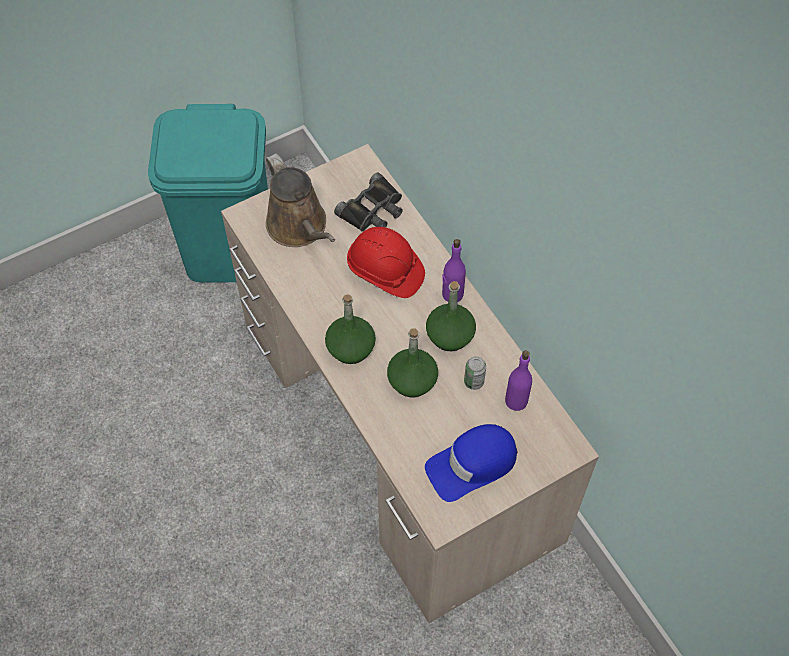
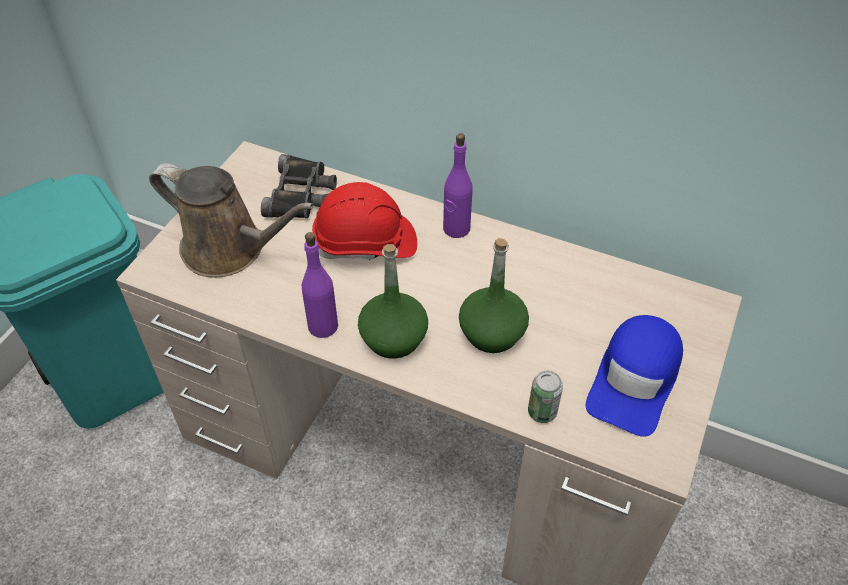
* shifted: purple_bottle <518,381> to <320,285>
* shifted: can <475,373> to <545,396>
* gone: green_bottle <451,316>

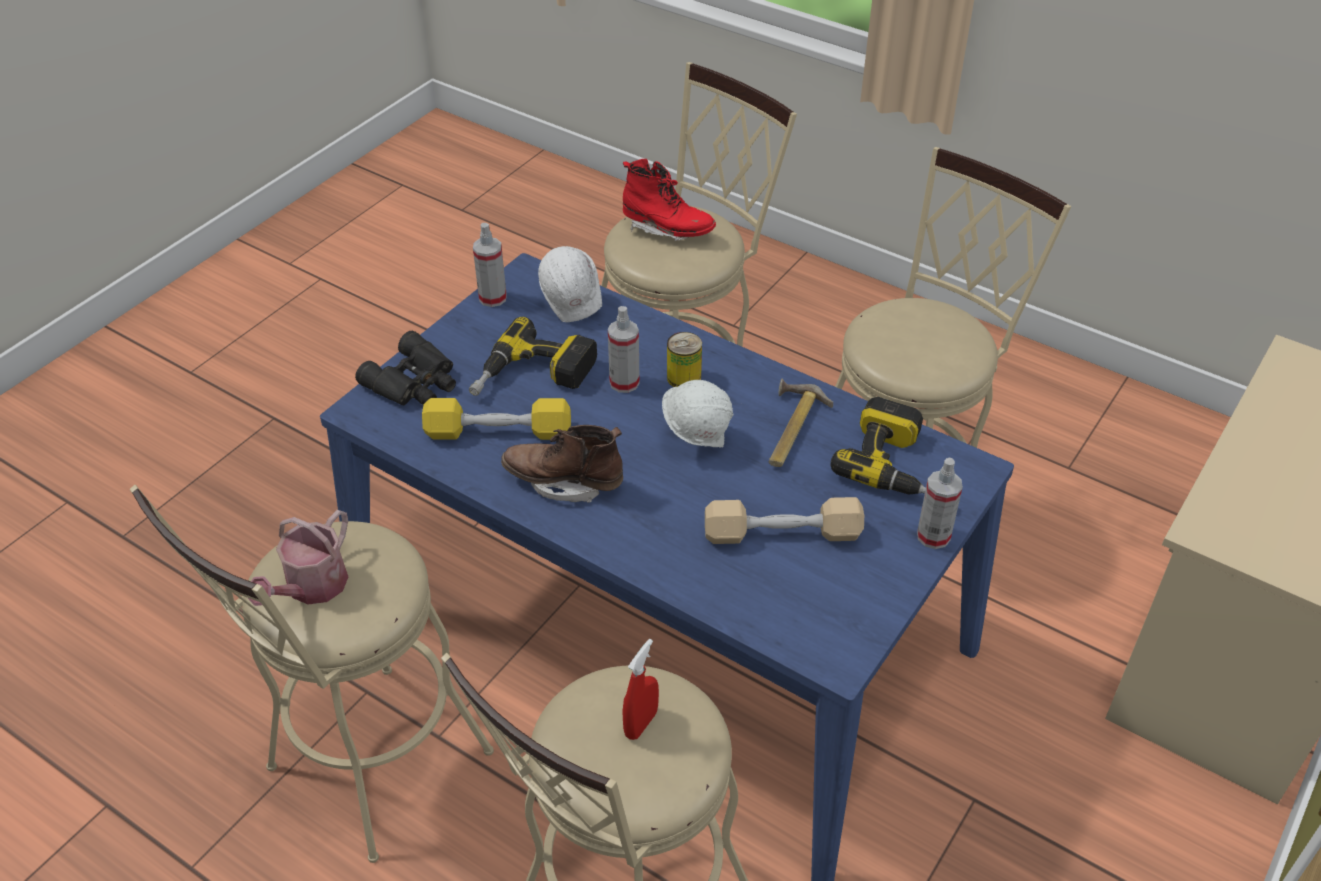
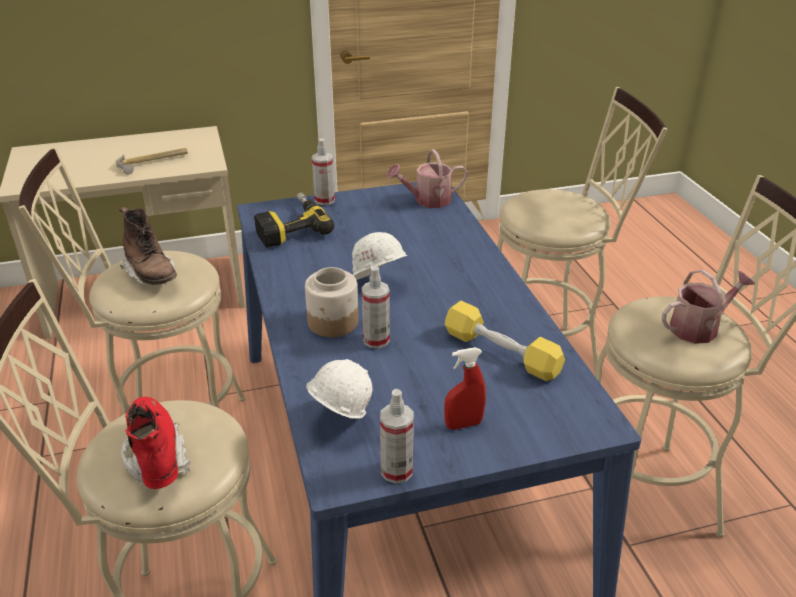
* shifted: hammer <800,423> to <152,161>
* shifted: brown_boot <562,463> to <148,246>
* swapped: can <684,359> to jar <331,302>
* new: watering_can <427,178>
* shifted: red_spray_bottle <640,689> to <465,388>
* gone: black_binoculars <405,368>
* gone: power_drill <533,356>
* gone: beige_dumbbell <784,520>

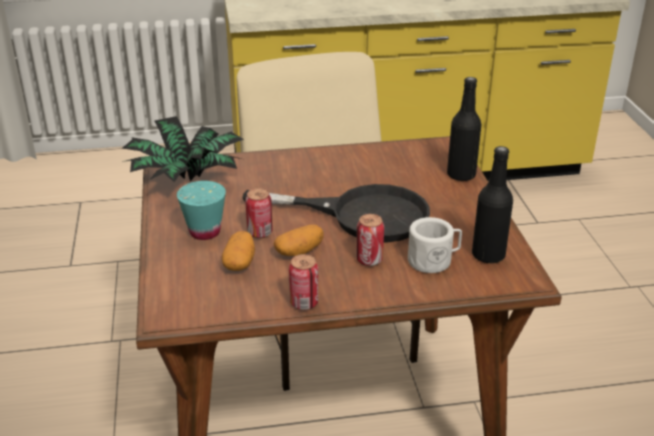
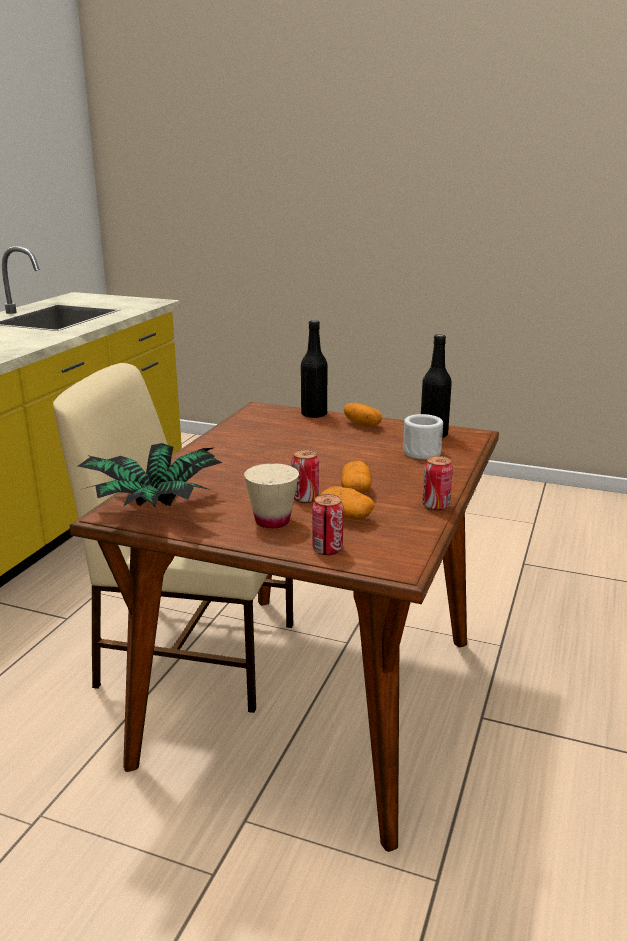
* repainted: turquoise_cup <201,210> to beige_cup <271,495>
* shifted: can <370,240> to <328,525>
* new: potato <363,415>
* gone: black_frying_pan <336,213>

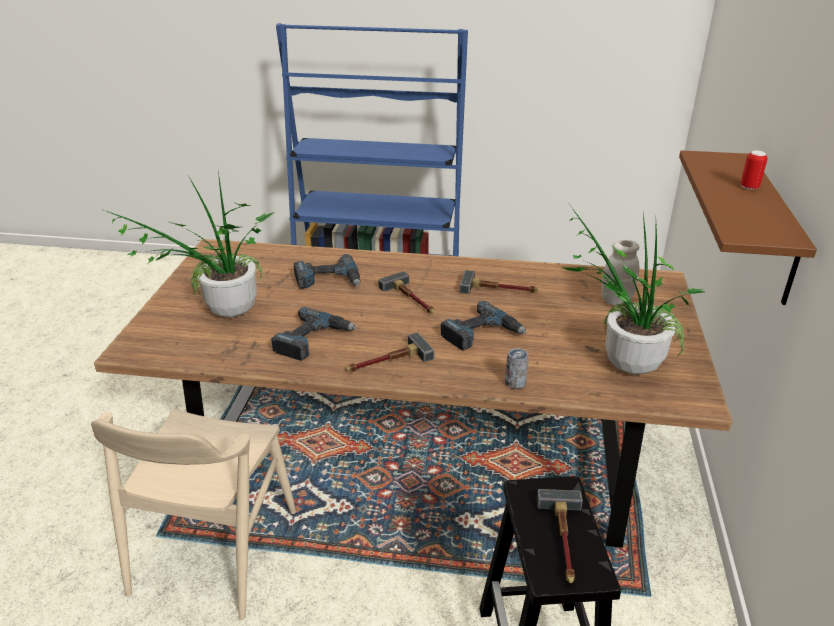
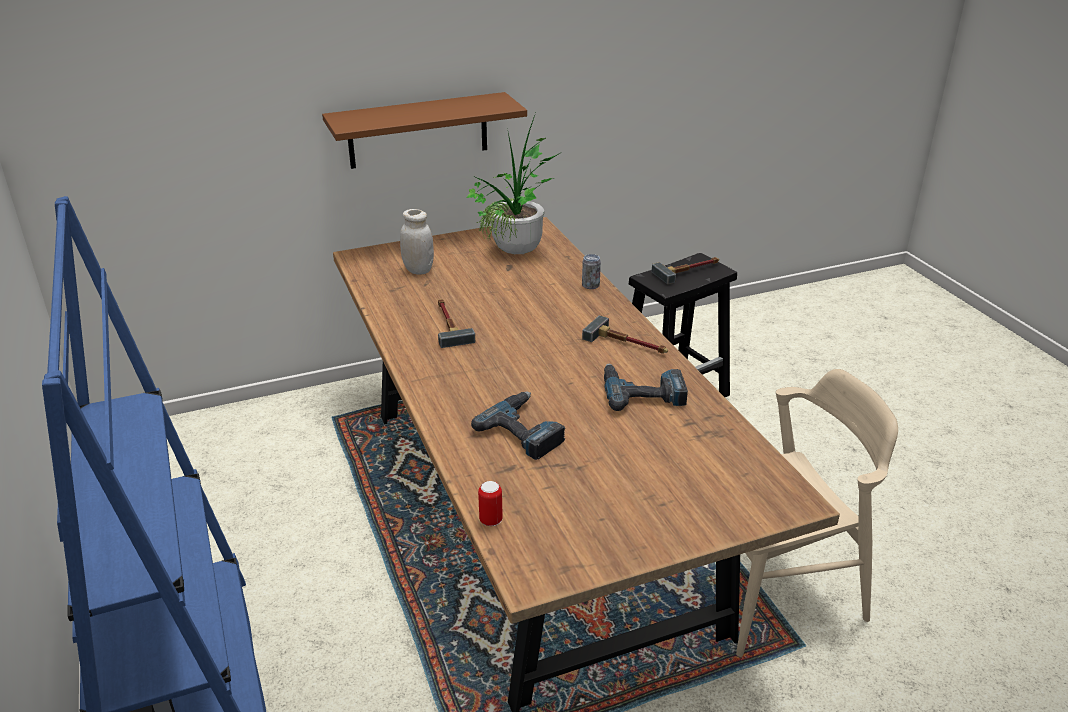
* shifted: can <754,170> to <490,503>
* gone: potted_plant <188,245>
* gone: hammer <406,292>
* gone: power_drill <483,325>

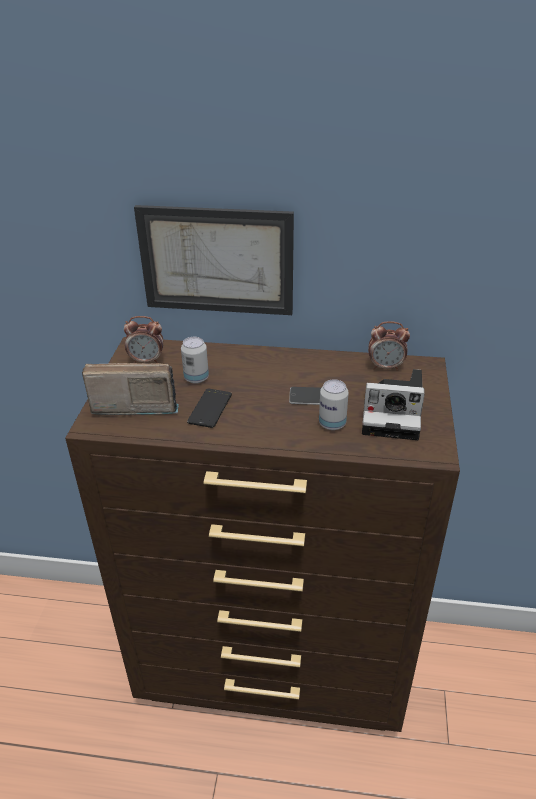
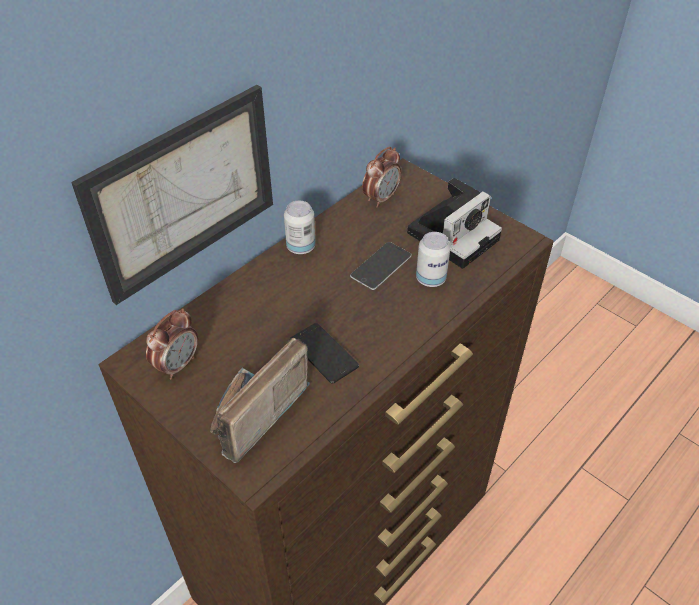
* shifted: can <195,360> to <300,227>

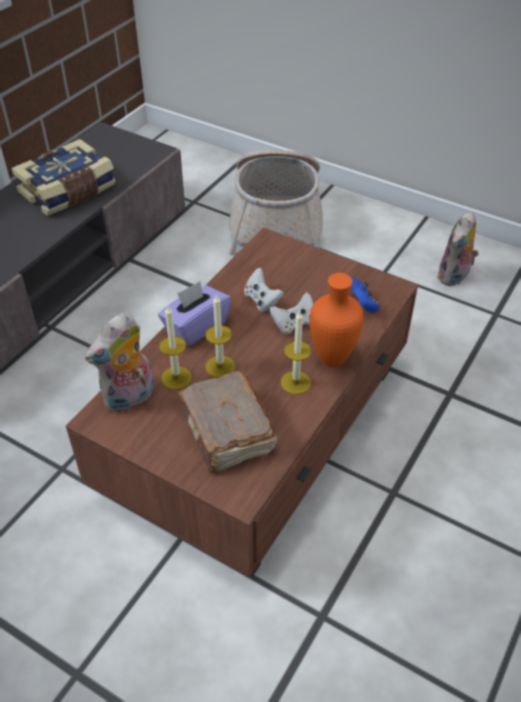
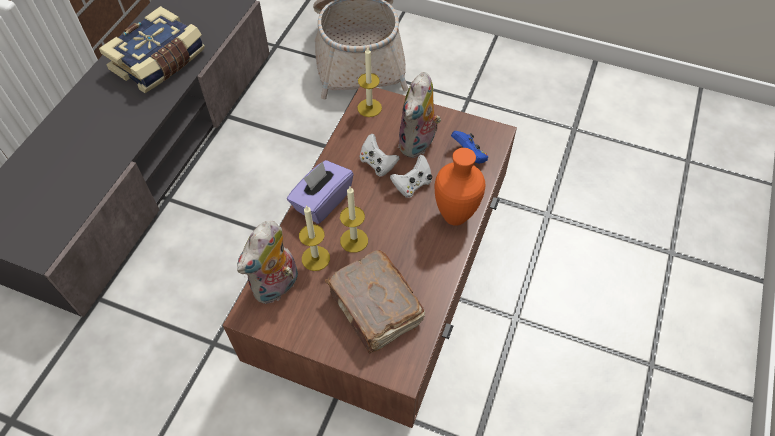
* shifted: candle <296,352> to <369,82>
* shifted: plush_toy <458,248> to <419,115>

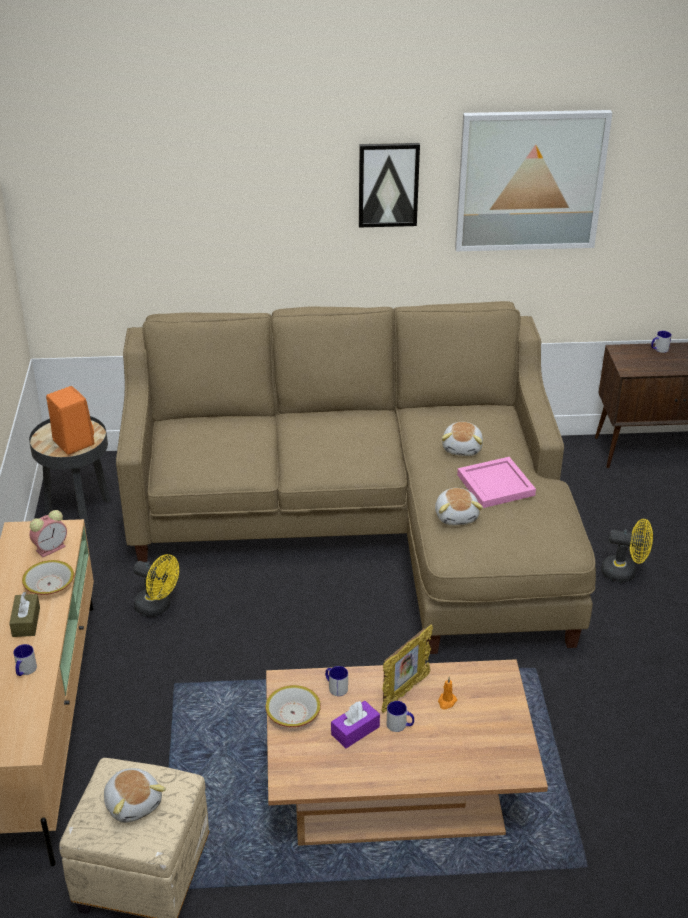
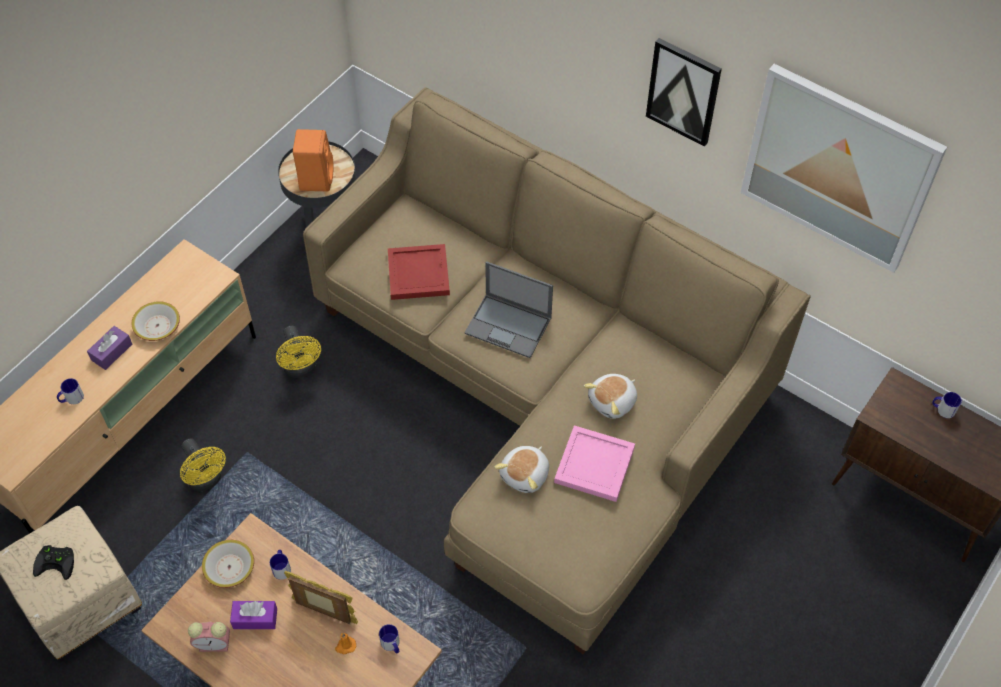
* swapped: plush_toy <135,795> to black_game_controller <53,562>
* repainted: brown_tissue_box <24,614> to purple_tissue_box <109,348>
* shifted: yellow_fan <627,550> to <203,464>
* shifted: alarm_clock <48,534> to <209,636>
* rotated: picture_frame <407,669> = <321,597> 150 degrees counterclockwise
* shifted: mug <400,716> to <389,639>
* new: red_tray <419,272>
* new: laptop <508,309>

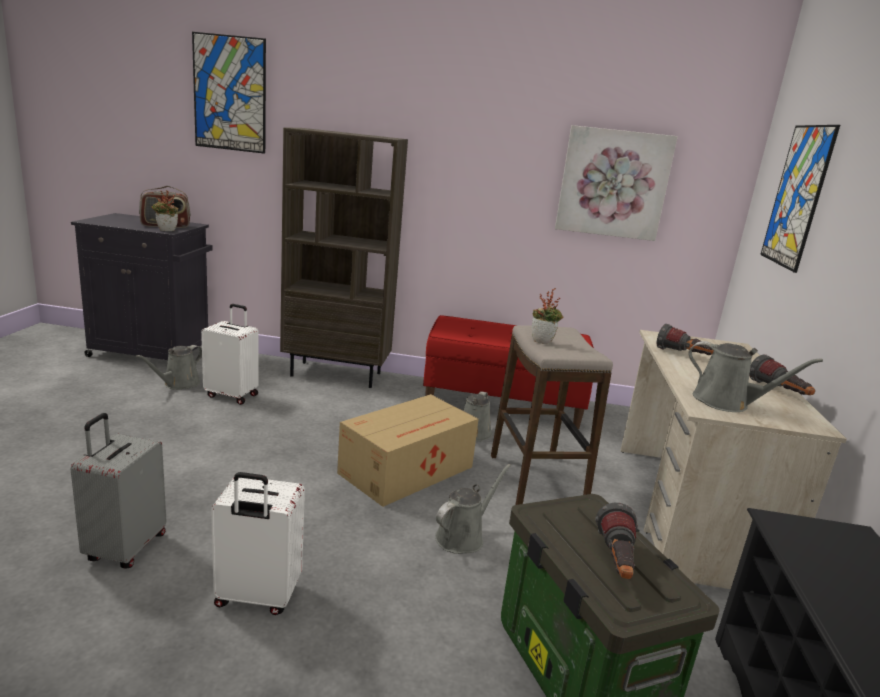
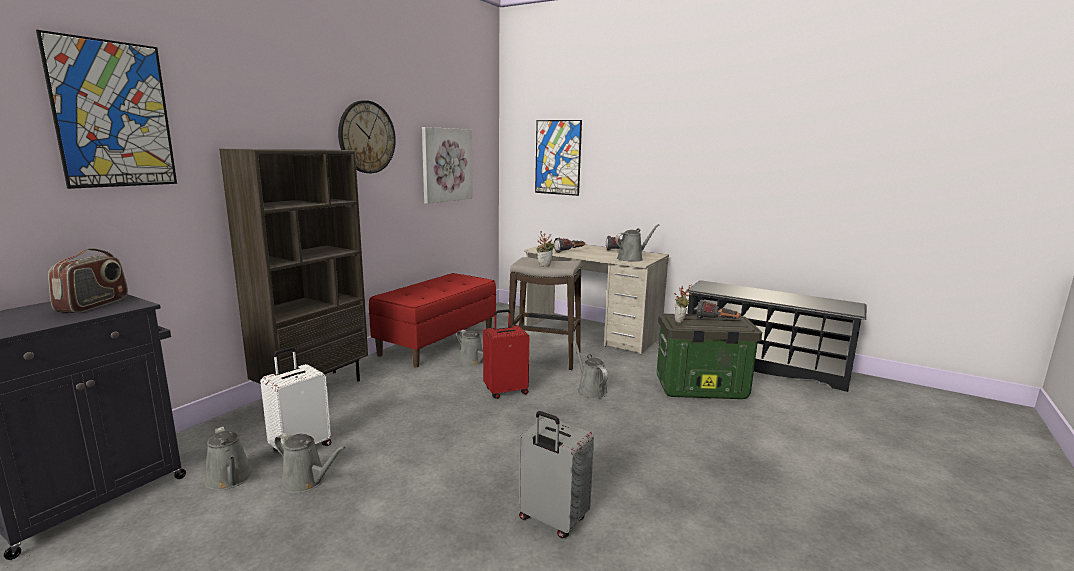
* new: grey_watering_can <310,463>
* new: wall_clock <367,136>
* swapped: cardboard_box <408,450> to red_suitcase <506,354>
* shifted: potted_plant <165,210> to <684,304>
* gone: white_suitcase <258,543>

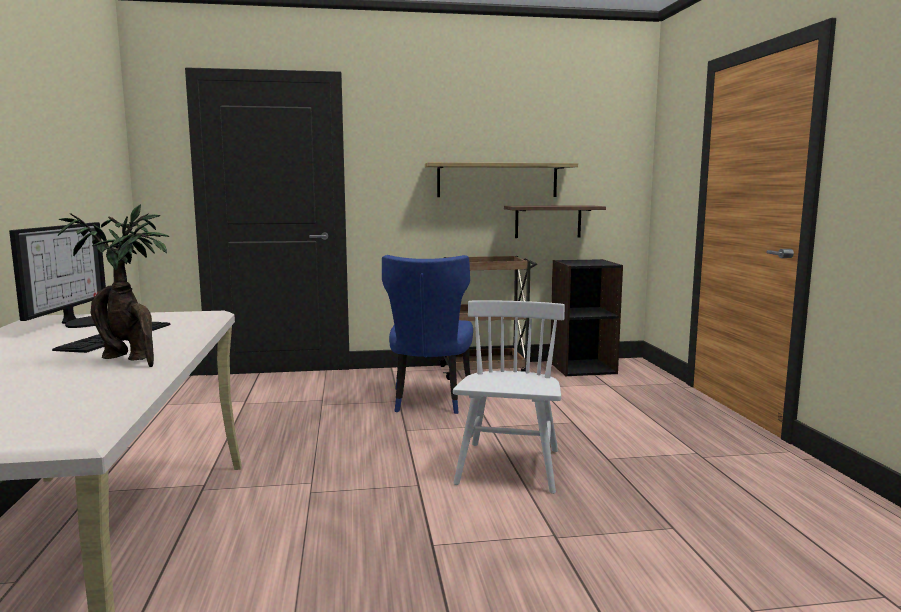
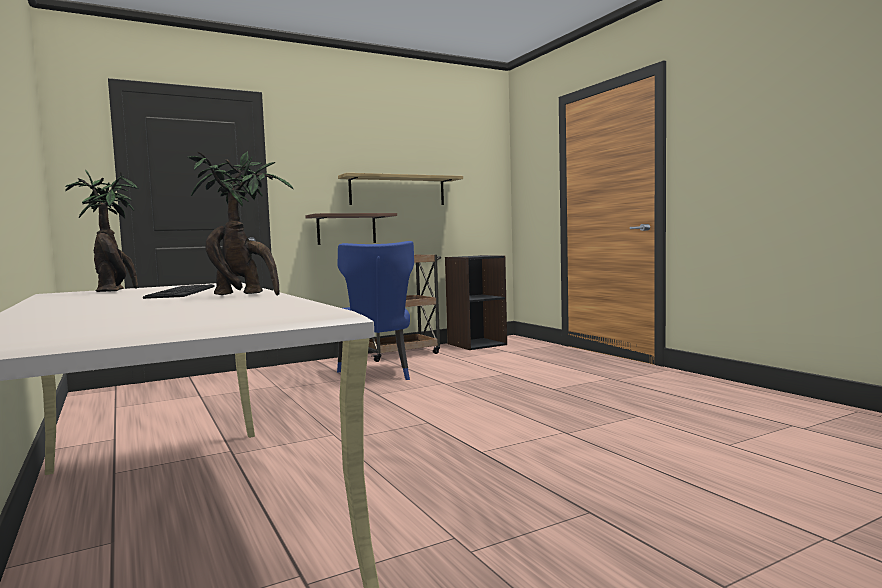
* swapped: monitor <57,275> to potted_plant <102,231>
* shifted: shelf <555,221> to <351,229>
* gone: white_chair <509,397>

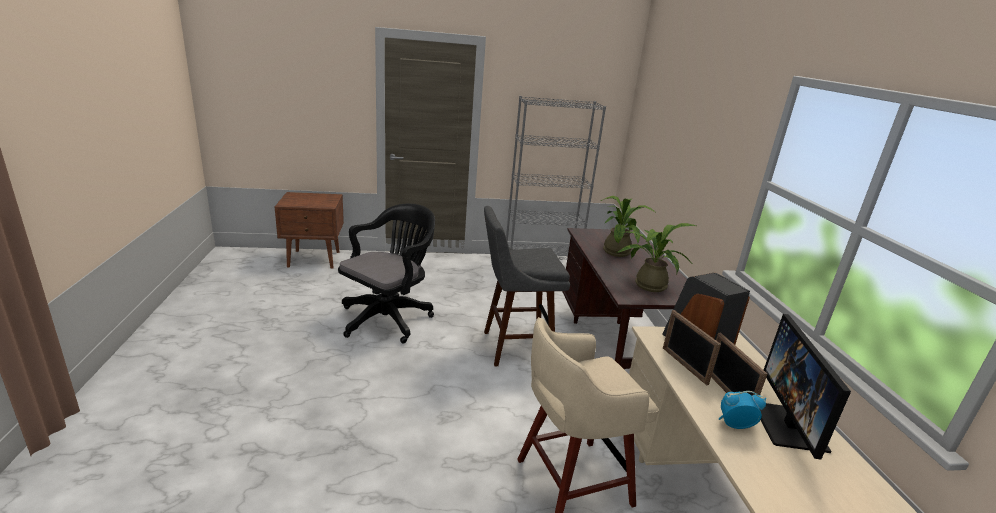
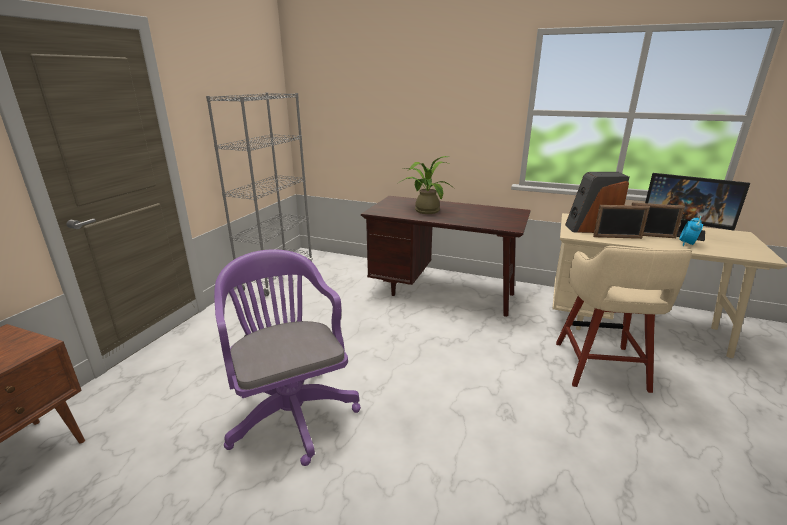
* repainted: black_office_chair <386,274> to purple_office_chair <287,357>
* gone: grey_stool <527,286>
* gone: potted_plant <656,257>

